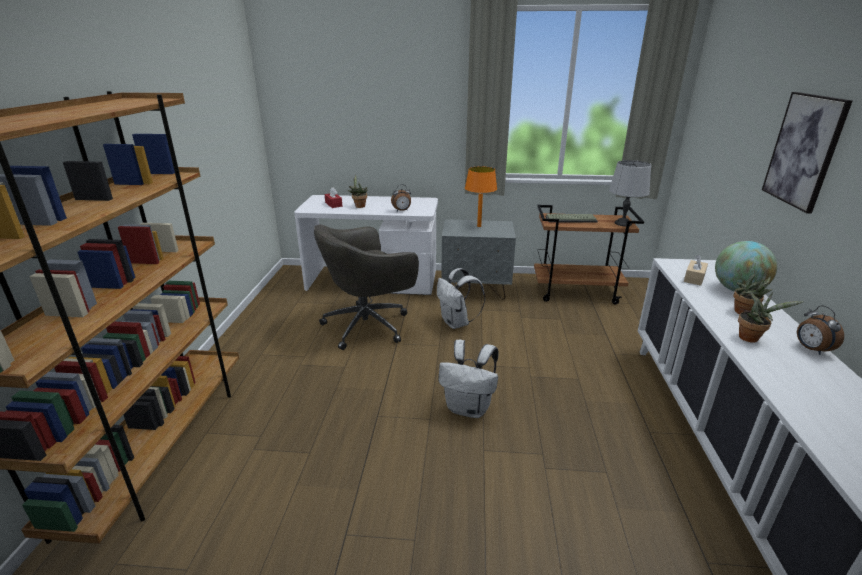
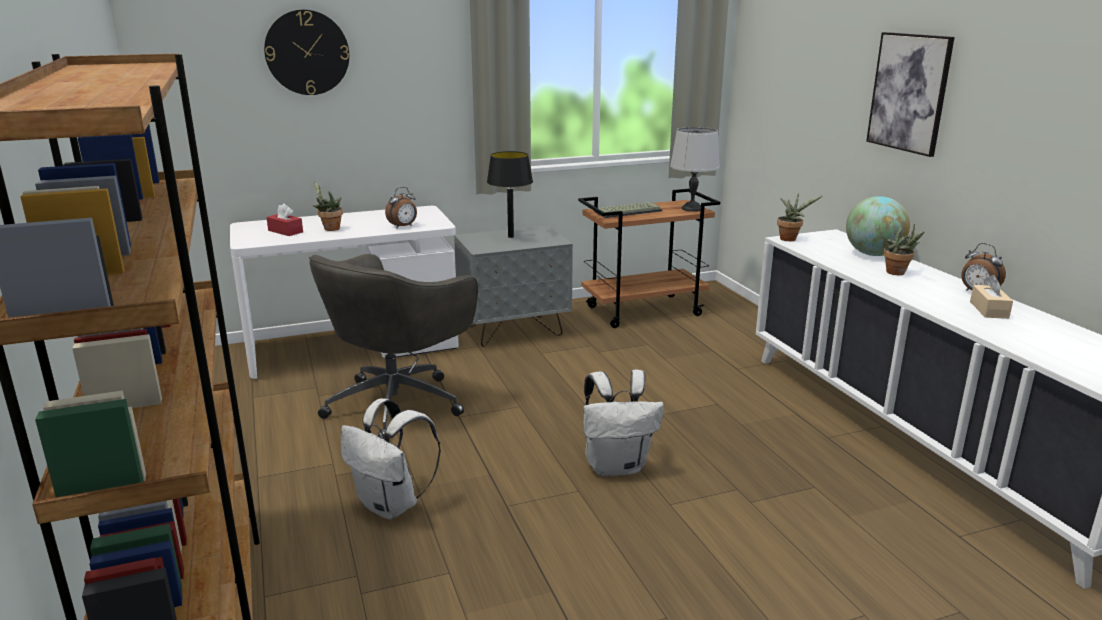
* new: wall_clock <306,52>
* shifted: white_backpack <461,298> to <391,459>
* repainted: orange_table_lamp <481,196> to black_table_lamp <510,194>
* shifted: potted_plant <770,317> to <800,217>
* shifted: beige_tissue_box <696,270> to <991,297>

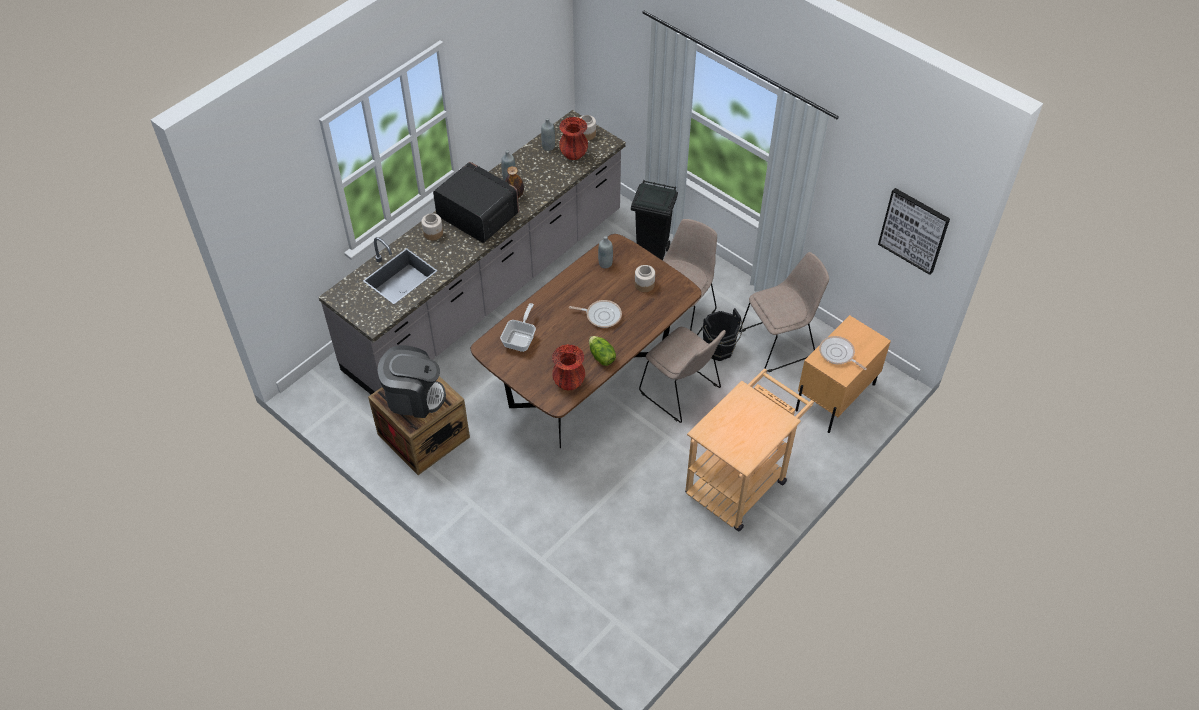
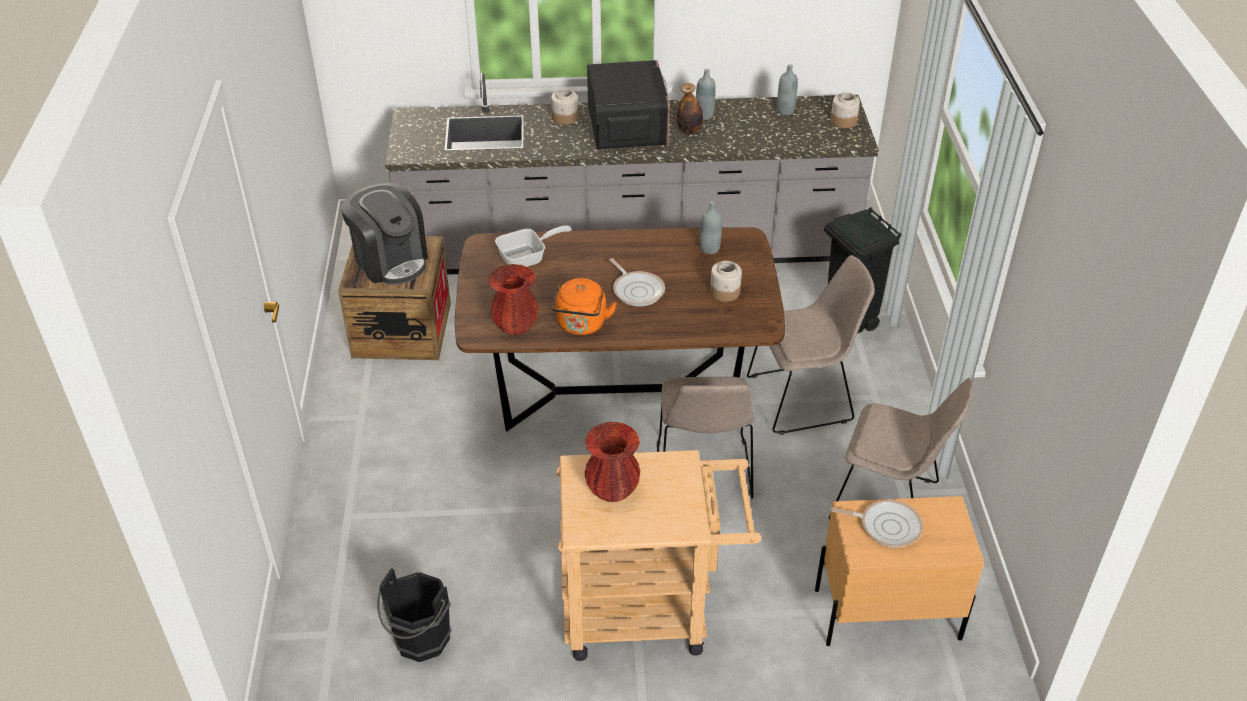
* shifted: black_bucket <722,334> to <414,615>
* swapped: lettuce <602,351> to orange_kettle <584,306>
* shifted: red_vase <573,138> to <612,462>
* rotated: frying_pan <843,353> = <877,524> 105 degrees clockwise
* gone: picture <914,231>

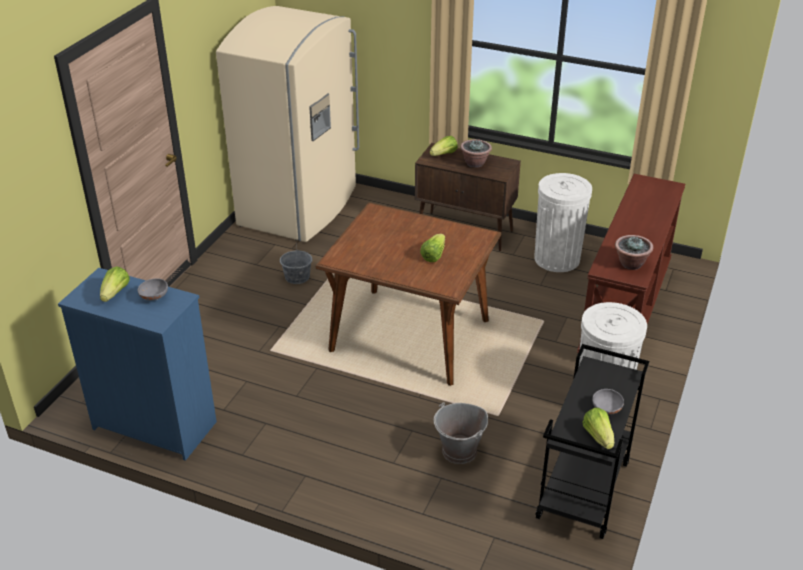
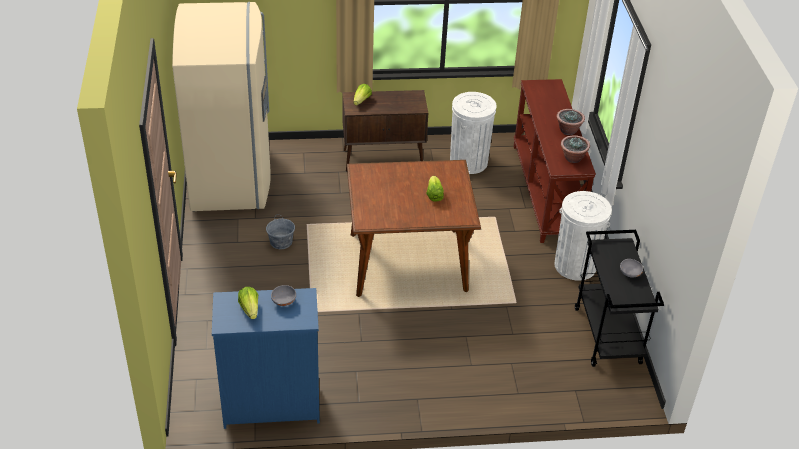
* shifted: potted_plant <476,153> to <570,122>
* gone: grey_bucket <461,433>
* gone: lettuce <598,428>

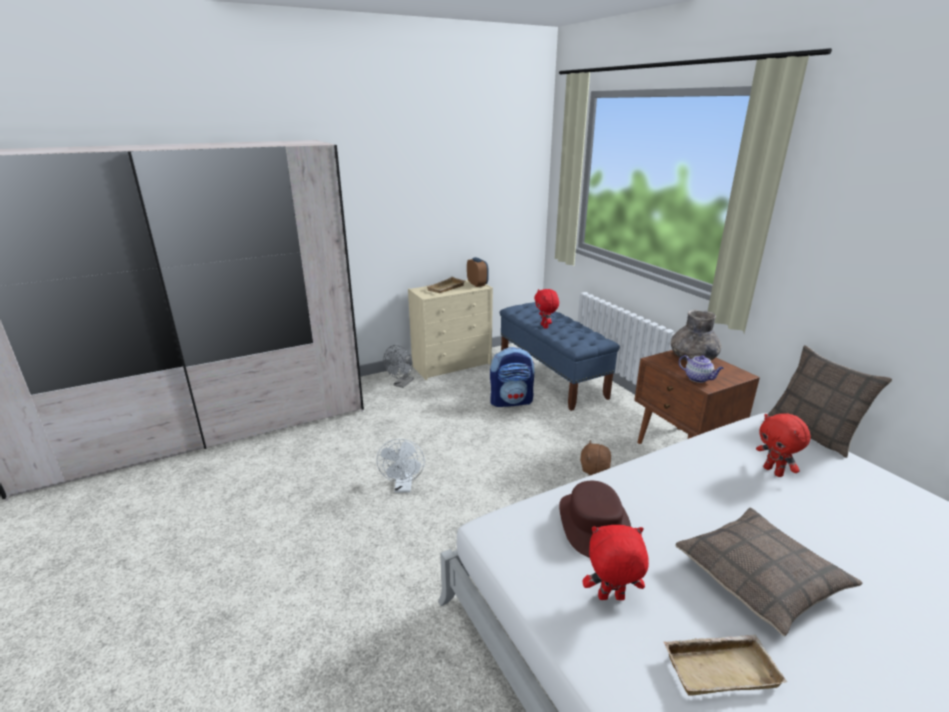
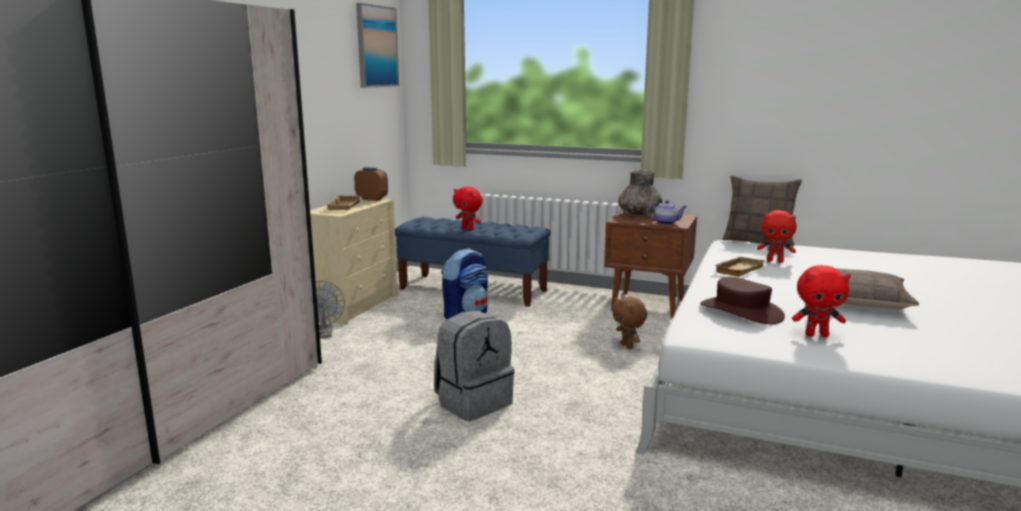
* new: picture <377,45>
* swapped: white_fan <400,465> to grey_backpack <474,366>
* shifted: beige_tray <725,665> to <739,266>
* rotated: red_plush_toy <616,562> = <821,301> 135 degrees counterclockwise

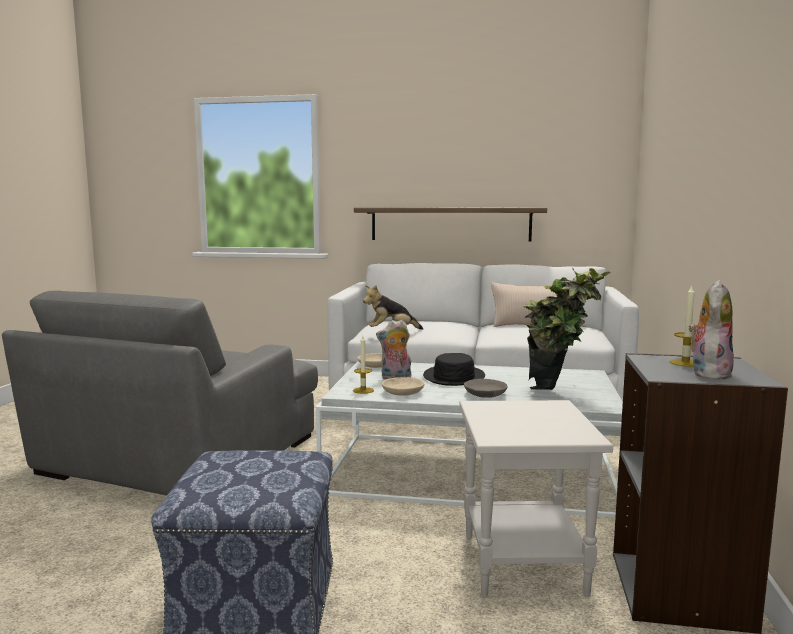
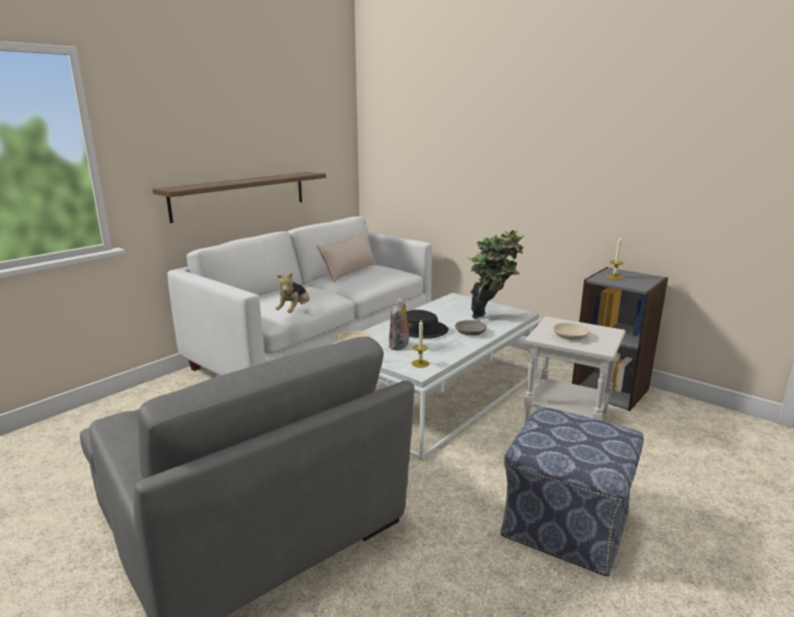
* shifted: beige_bowl <403,386> to <571,331>
* gone: plush_toy <711,330>

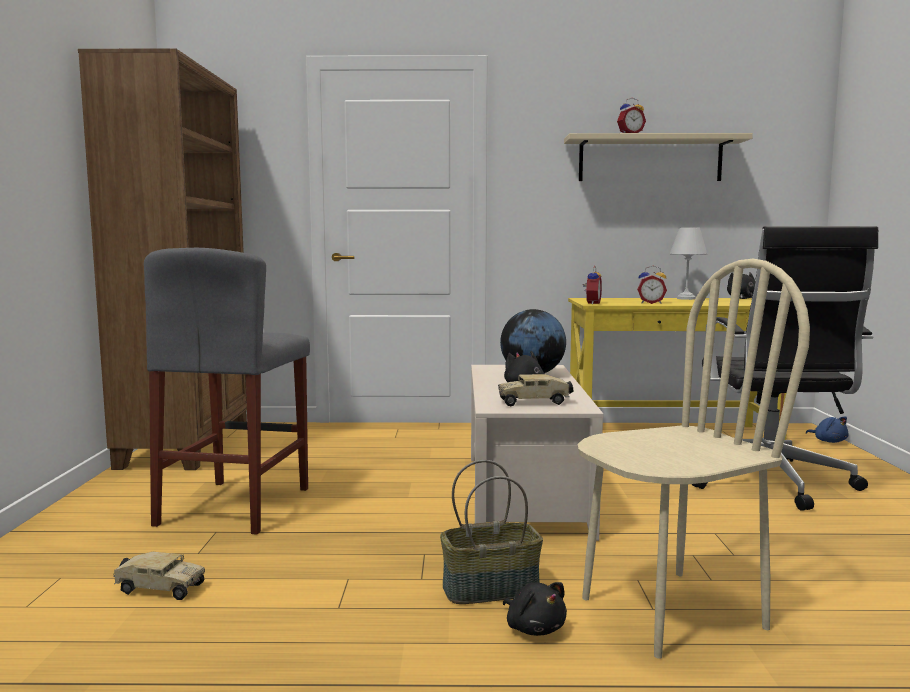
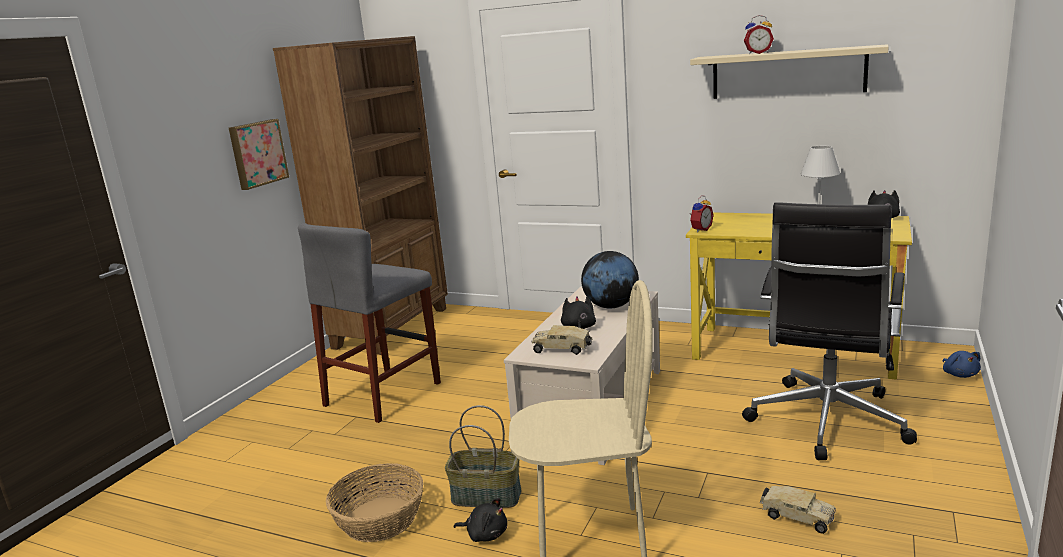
* new: picture <259,154>
* new: basket <375,502>
* rotated: black_plush_toy <535,609> = <481,520> 60 degrees counterclockwise
* shifted: toy_truck <159,576> to <798,510>
* gone: alarm_clock <652,285>

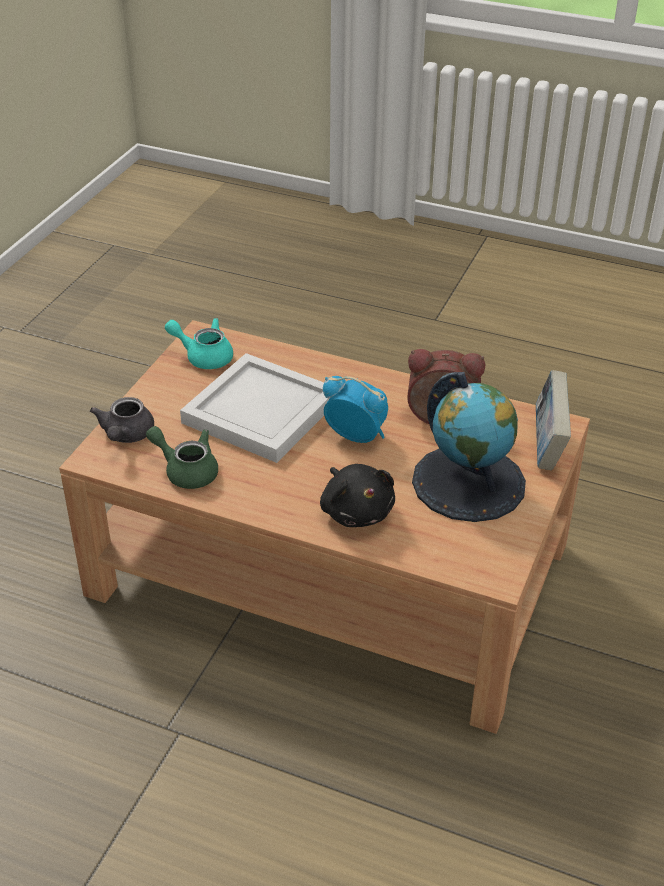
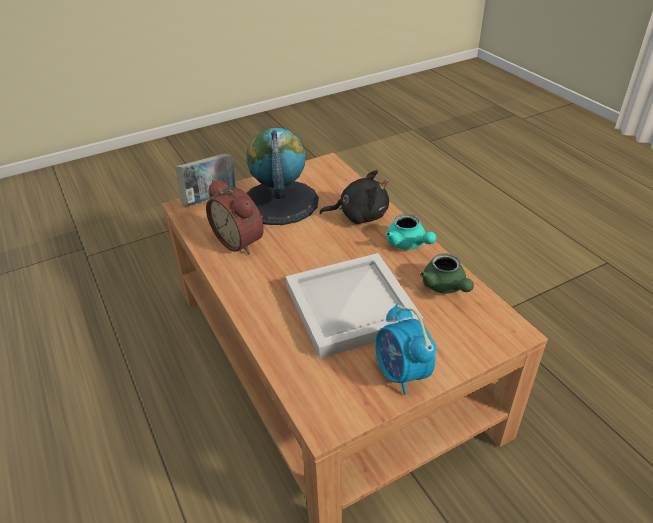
* rotated: black_plush_toy <357,495> = <354,197> 75 degrees clockwise
* shifted: alarm_clock <355,409> to <406,349>
* shifted: turquoise_teapot <199,343> to <411,232>
* gone: grey_teapot <122,420>

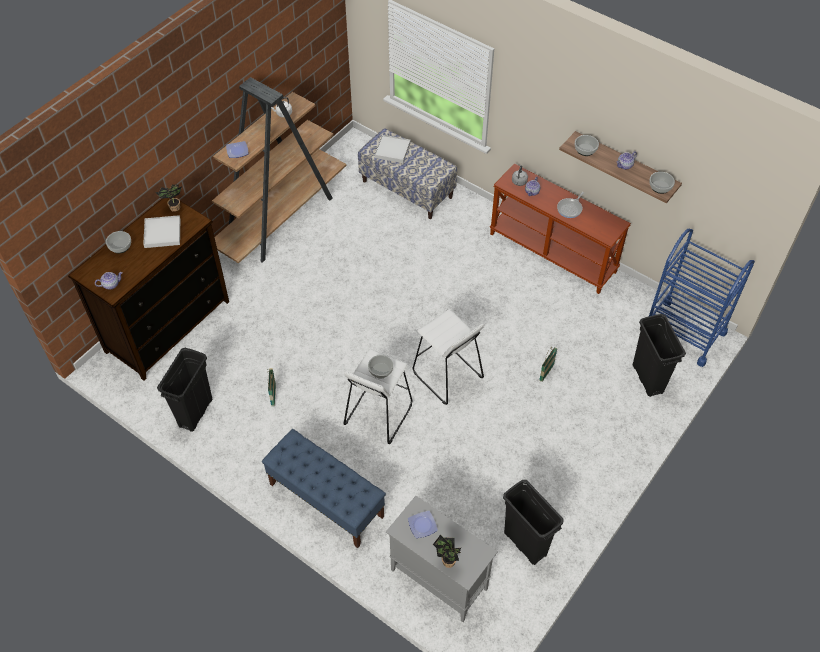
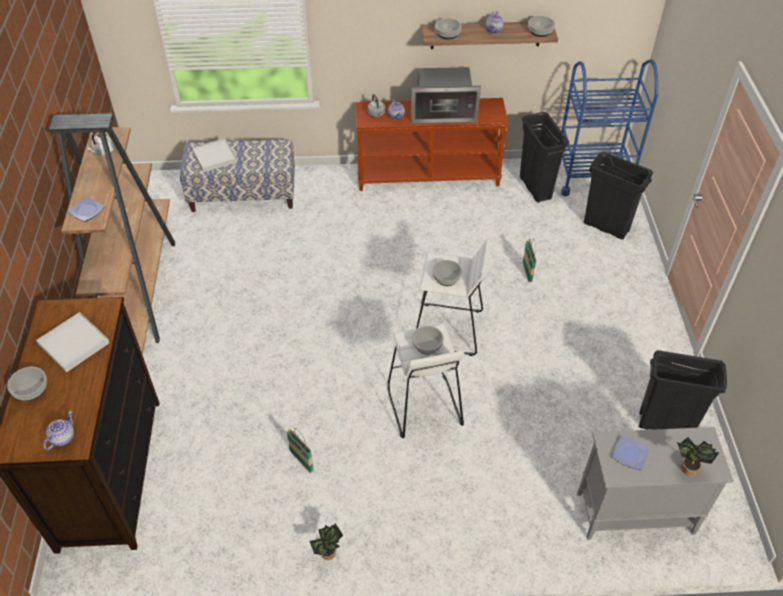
* shifted: potted_plant <168,198> to <326,541>
* swapped: frying_pan <570,205> to microwave <446,95>
* new: bowl <447,273>
* shifted: black_trash_can <184,390> to <544,157>
* gone: blue_bench <324,488>

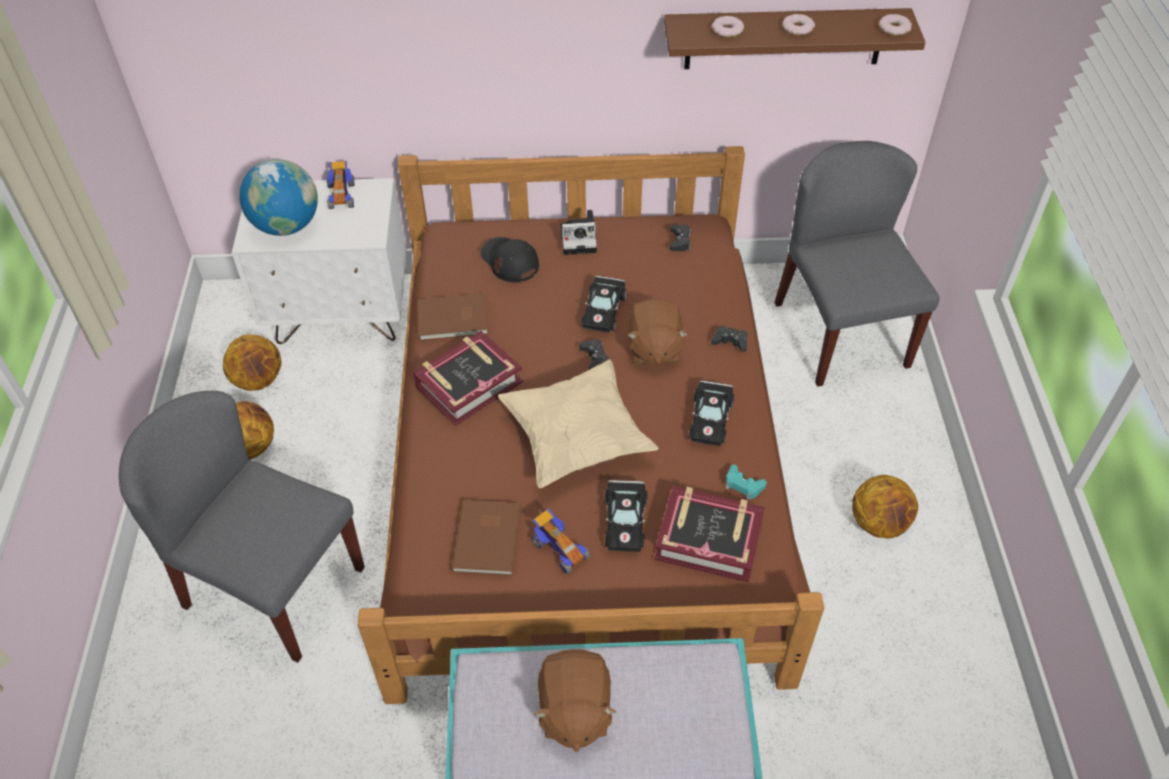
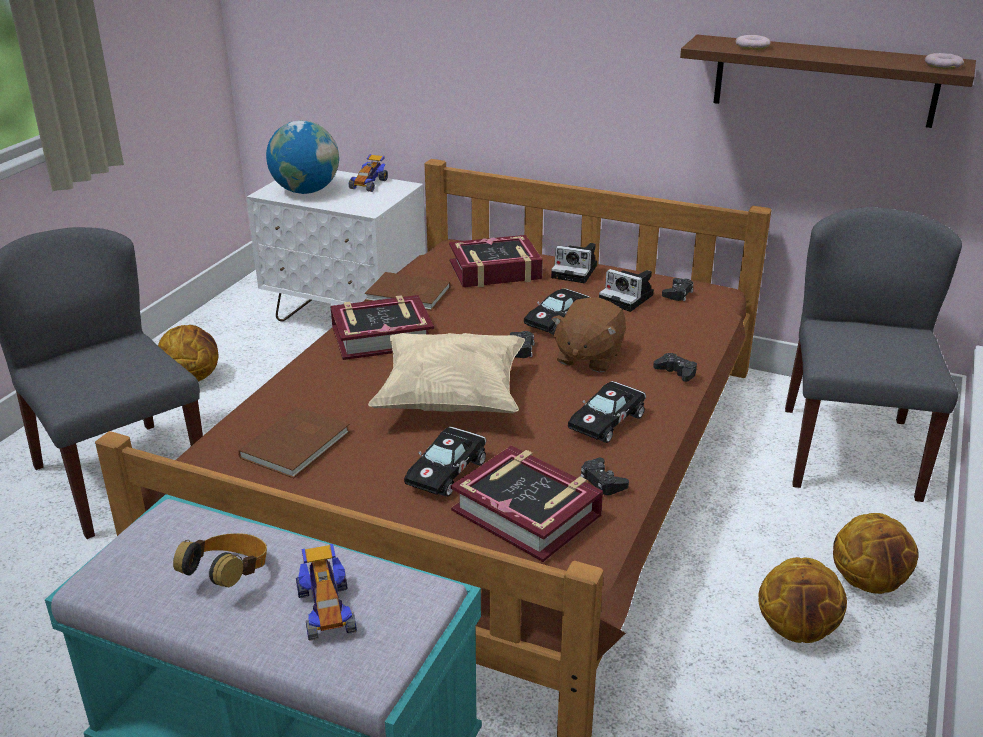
* swapped: brown_plush_toy <575,700> to headphones <220,560>
* shifted: toy_car <560,541> to <326,592>
* swapped: black_cap <509,259> to book <496,261>
* repainted: turquoise_game_controller <746,482> to black_game_controller <605,476>
* new: photo_camera <626,290>
* shifted: basketball <252,362> to <876,553>
* gone: donut <798,24>

